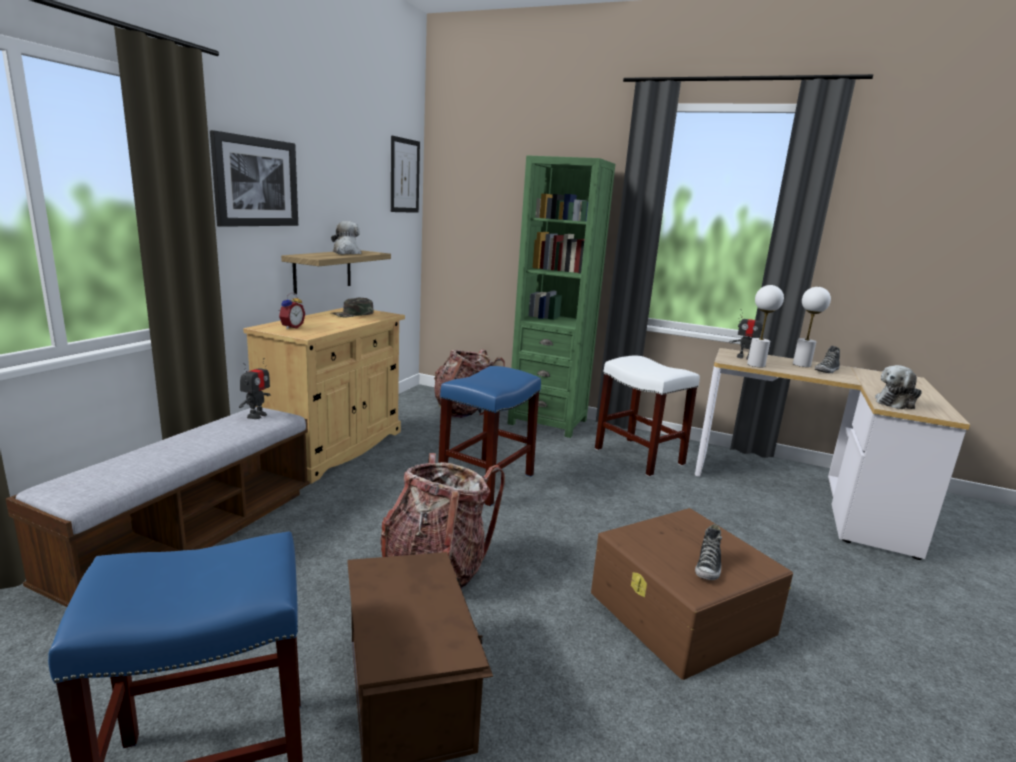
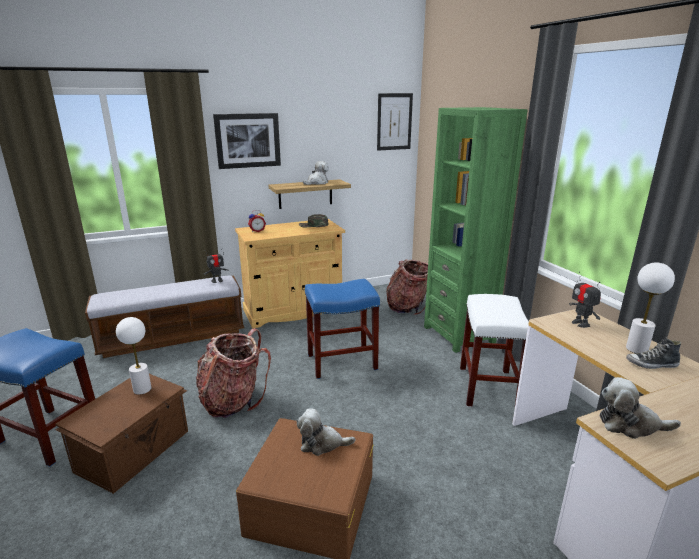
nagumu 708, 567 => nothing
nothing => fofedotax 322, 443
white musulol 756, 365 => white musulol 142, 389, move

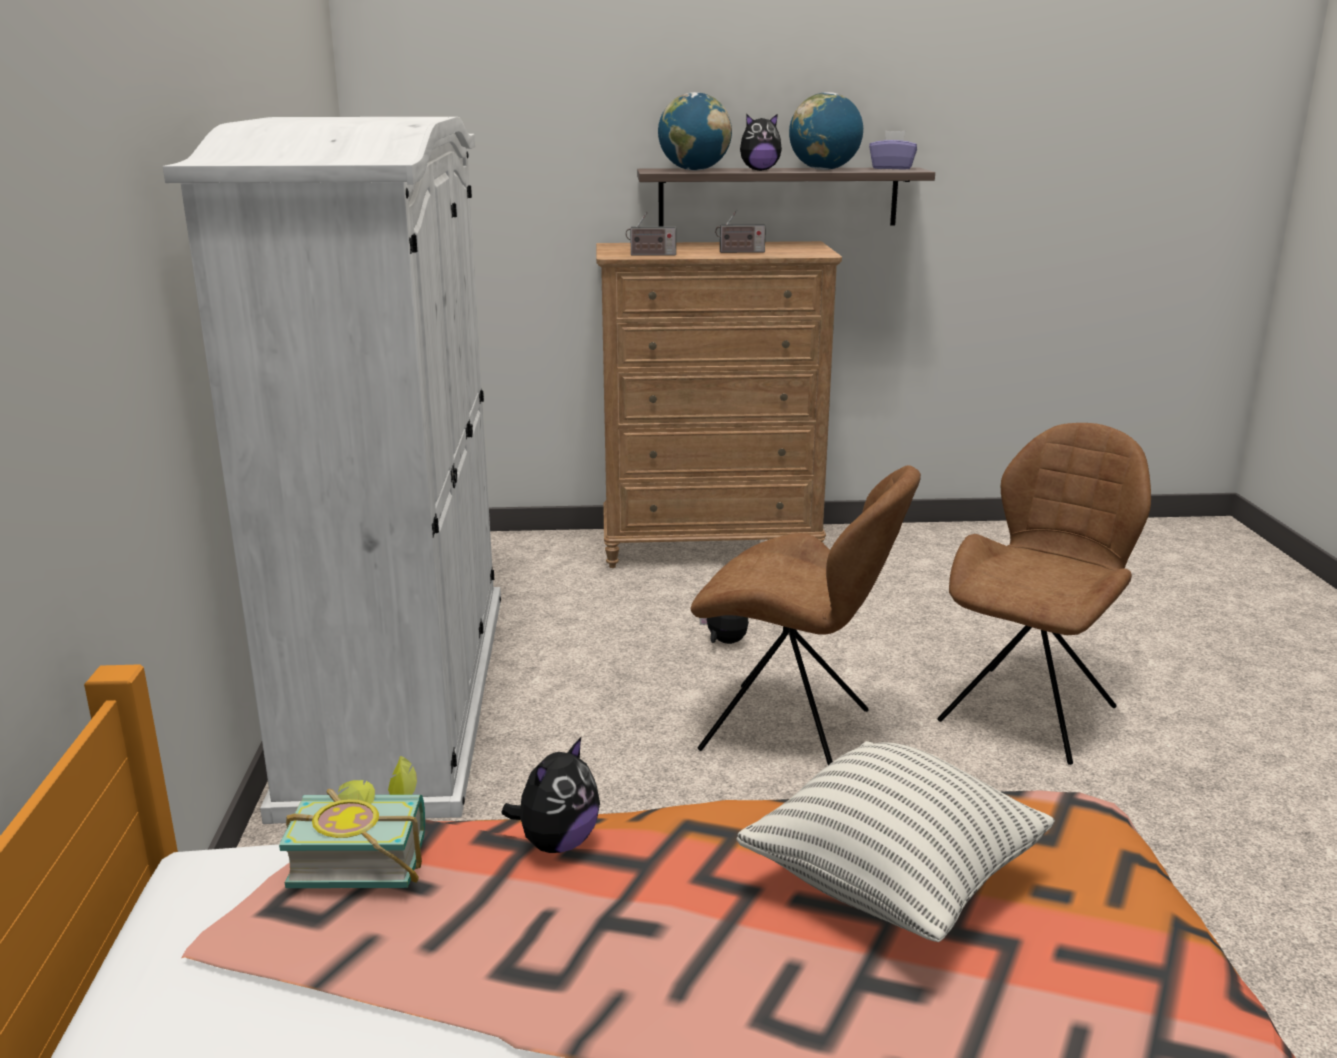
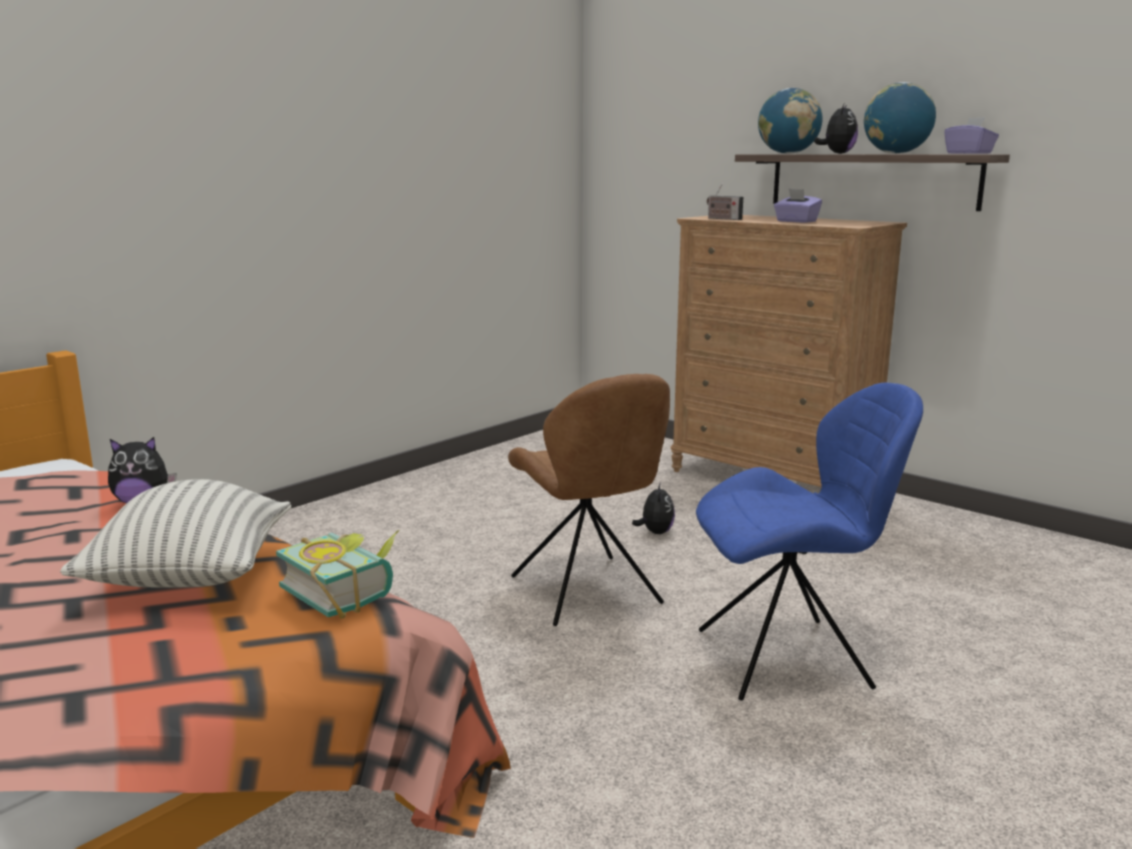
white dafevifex 401, 692 => nothing
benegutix 363, 855 => benegutix 346, 592, move
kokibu 739, 252 => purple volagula 796, 221
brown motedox 1030, 711 => blue motedox 789, 658
fofedotax 759, 170 => fofedotax 837, 153, 105 degrees counterclockwise

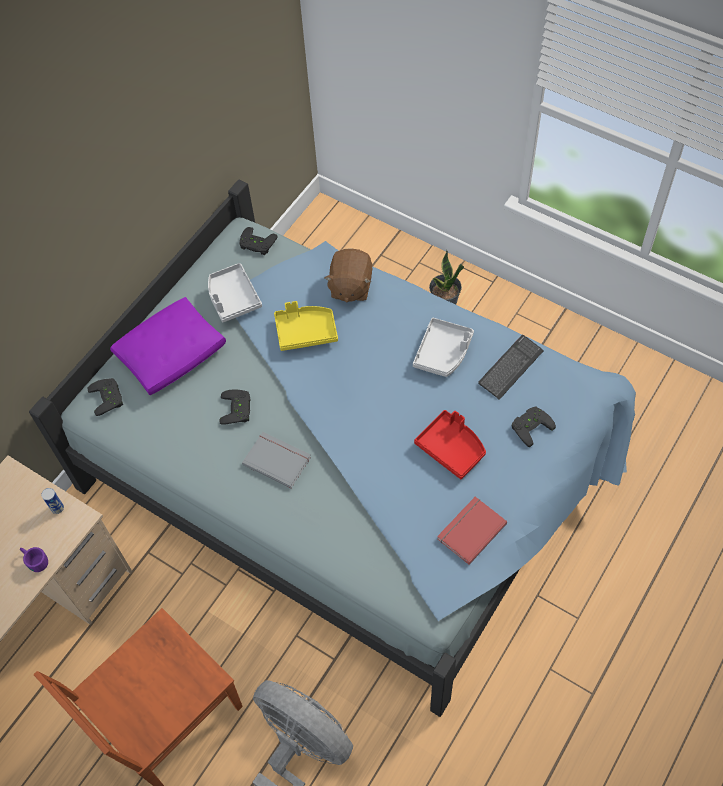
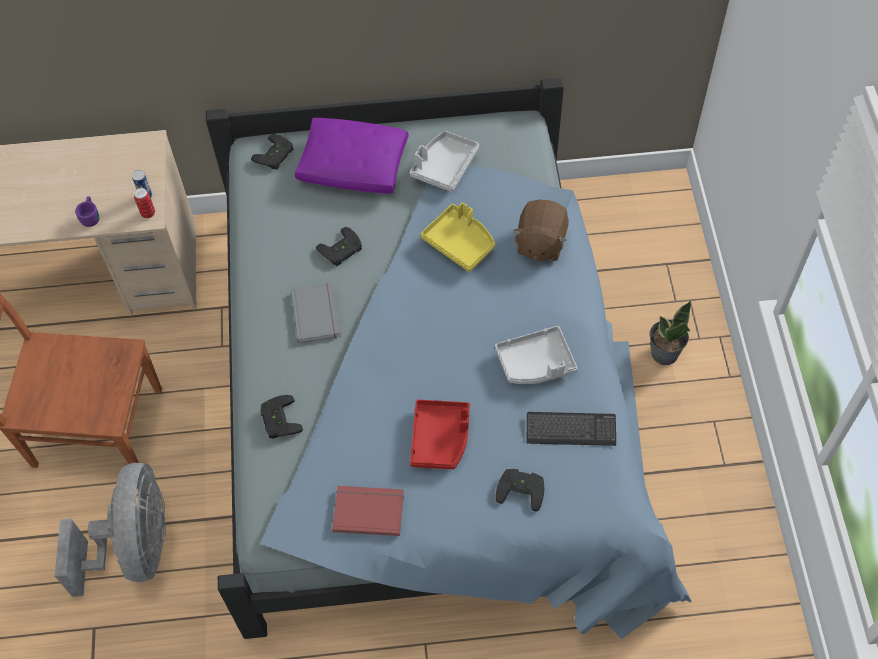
nothing => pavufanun 148, 213
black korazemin 256, 244 => black korazemin 278, 420, move
brown fofedotax 350, 287 => brown fofedotax 540, 243, 45 degrees counterclockwise

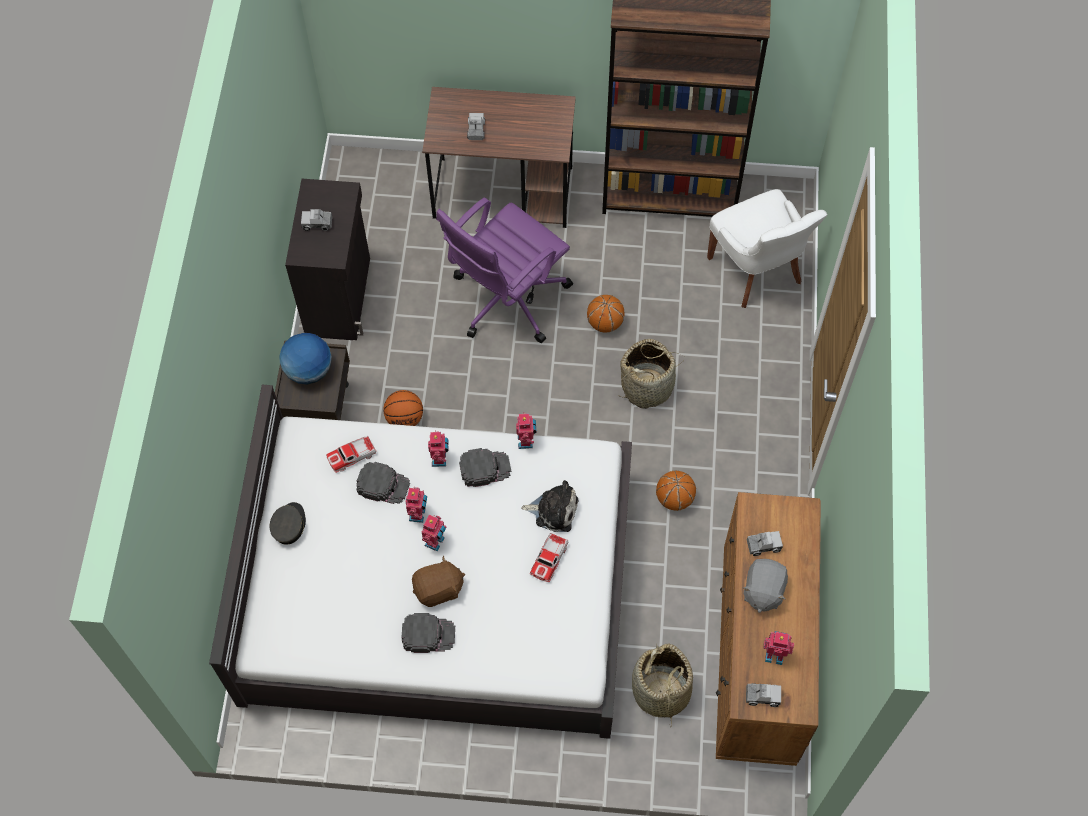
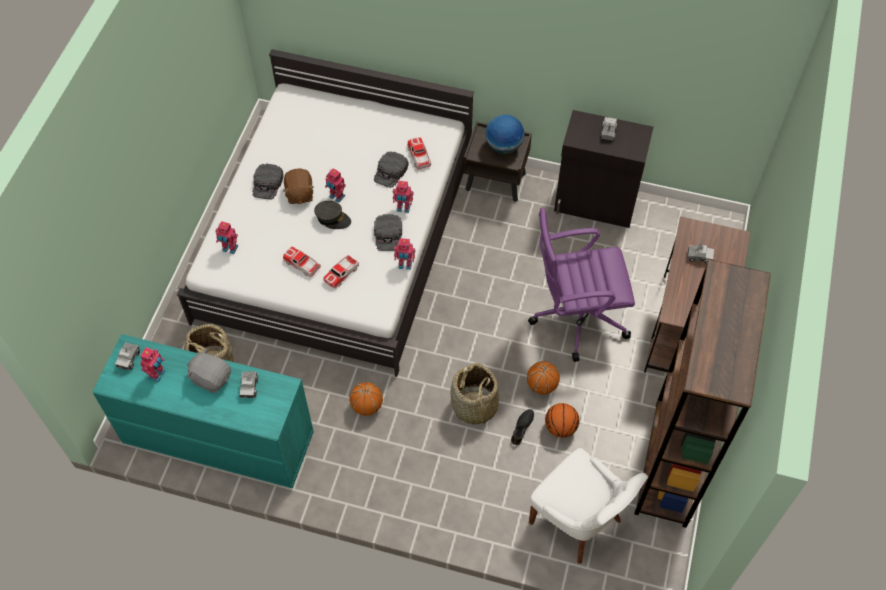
nothing => black nagumu 522, 428
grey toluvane 289, 525 => grey toluvane 332, 218, move
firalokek 404, 418 => firalokek 560, 427, move
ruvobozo 418, 514 => ruvobozo 229, 249, move
fofedotax 553, 510 => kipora 341, 274
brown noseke 758, 656 => turquoise noseke 217, 438
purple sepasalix 507, 299 => purple sepasalix 576, 316, 60 degrees counterclockwise
white motedox 756, 271 => white motedox 577, 522, 120 degrees counterclockwise

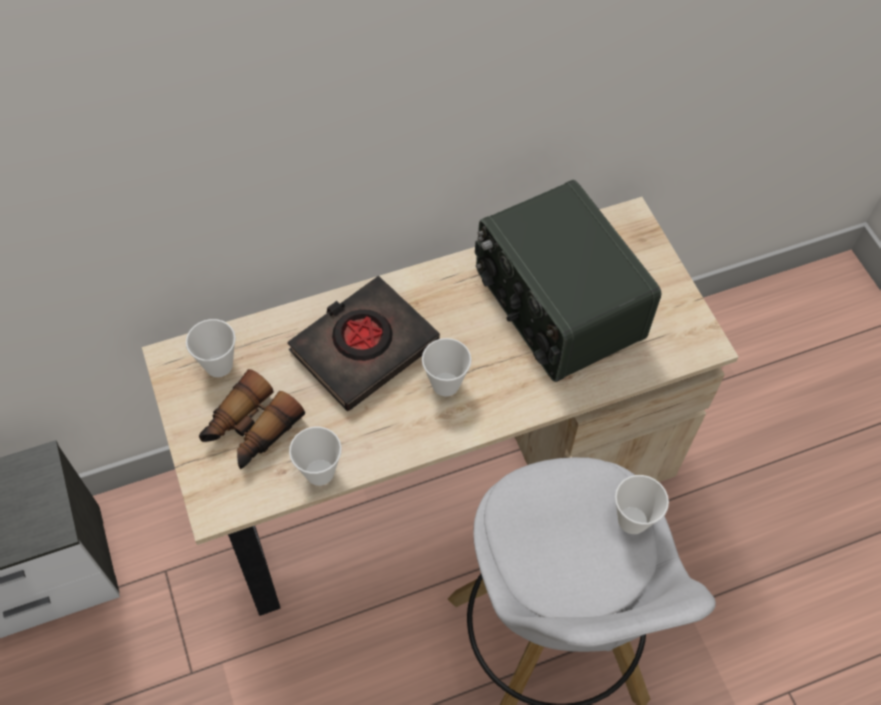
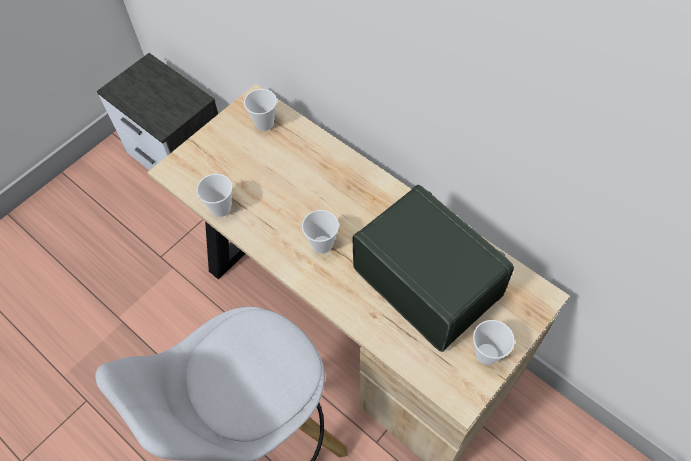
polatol 250, 429 => nothing
black benegutix 364, 347 => nothing
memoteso 632, 520 => memoteso 487, 354, move
kokibu 556, 305 => kokibu 428, 281, 105 degrees clockwise

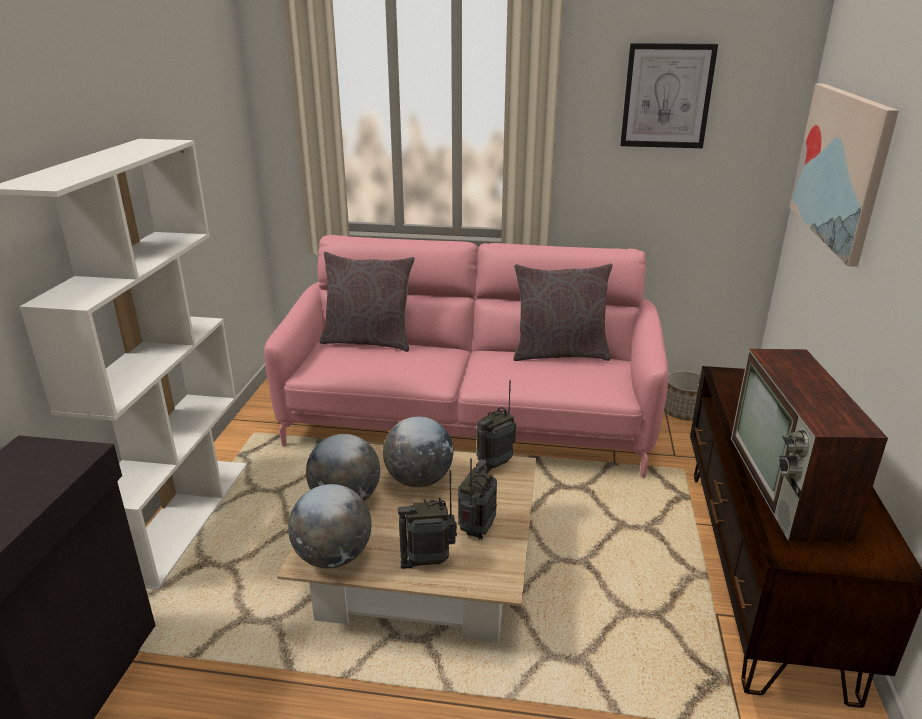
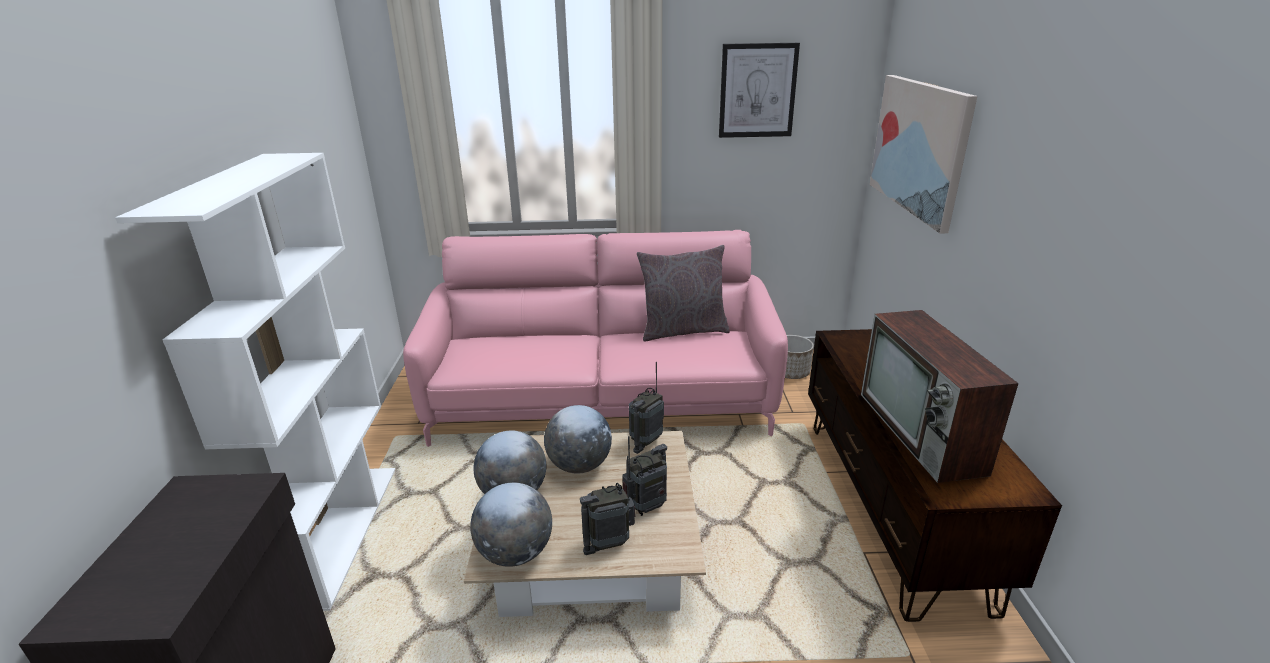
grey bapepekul 368, 341 => nothing
kokibu 477, 530 => kokibu 647, 507, 45 degrees clockwise

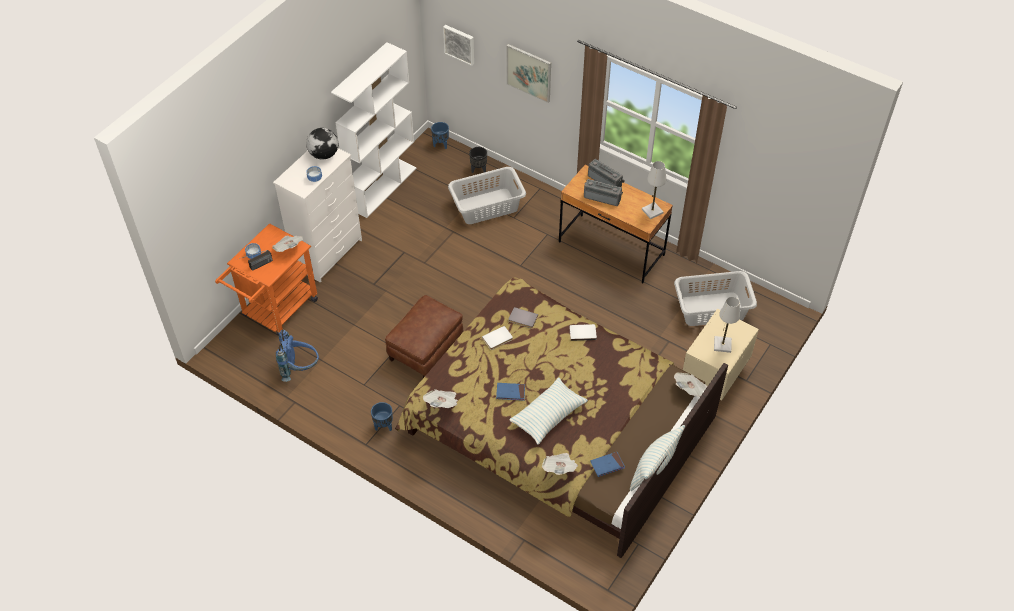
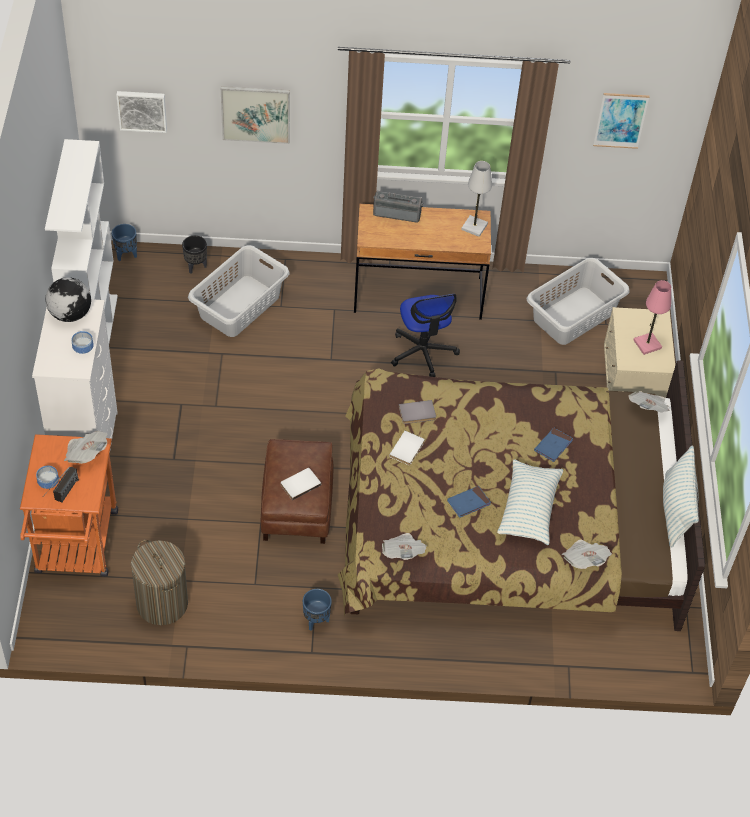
kokibu 602, 197 => nothing
nothing => sepasalix 423, 352
nothing => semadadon 620, 120
white benegutix 582, 332 => white benegutix 299, 484, move
blue benegutix 607, 465 => blue benegutix 553, 446, move
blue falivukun 300, 369 => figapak 162, 603
white musulol 722, 345 => pink musulol 647, 344

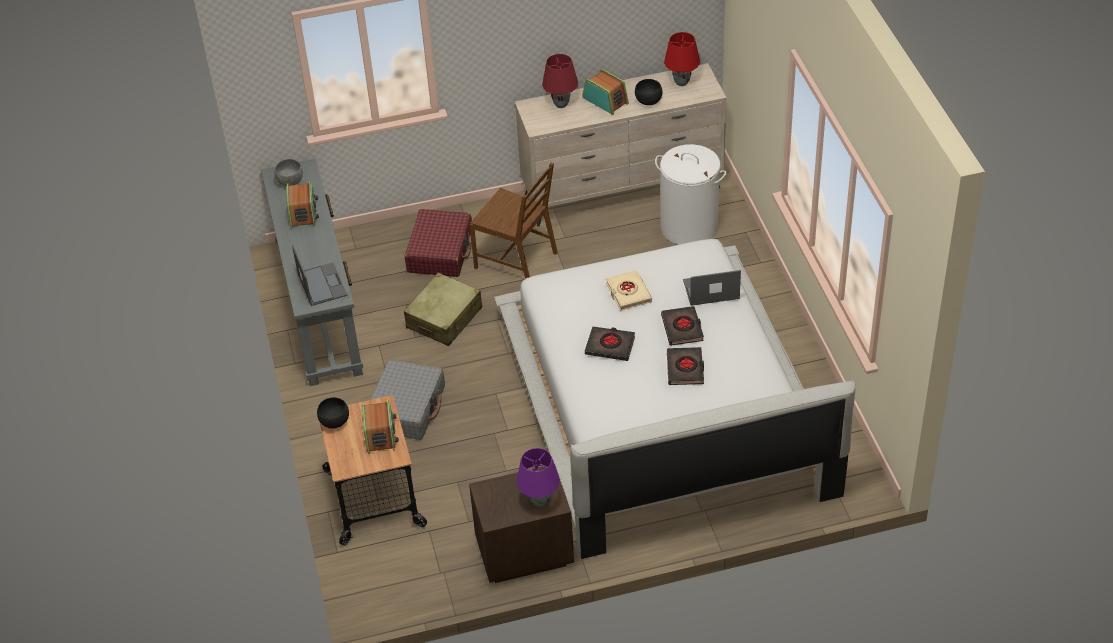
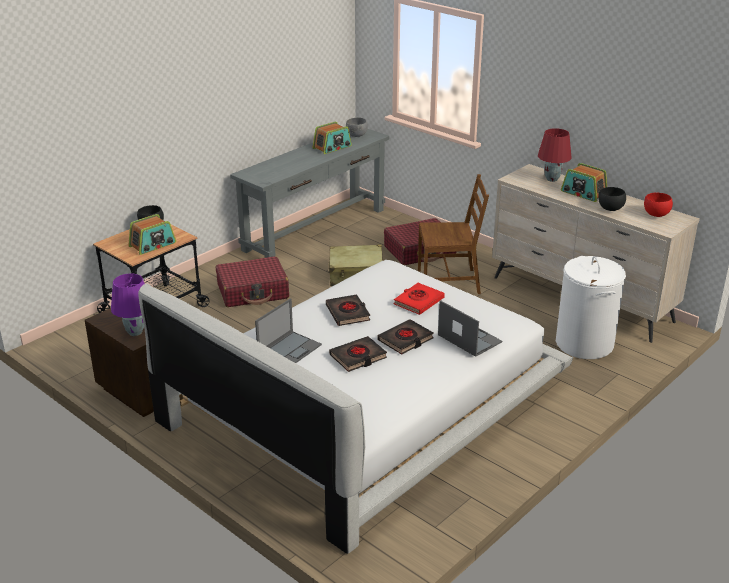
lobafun 321, 284 => lobafun 289, 349, move
red musulol 681, 83 => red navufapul 655, 215
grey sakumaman 407, 408 => red sakumaman 253, 291
beige benegutix 628, 293 => red benegutix 418, 301
brown motedox 517, 260 => brown motedox 449, 282, 90 degrees counterclockwise
kokibu 605, 100 => kokibu 583, 193, 120 degrees clockwise

